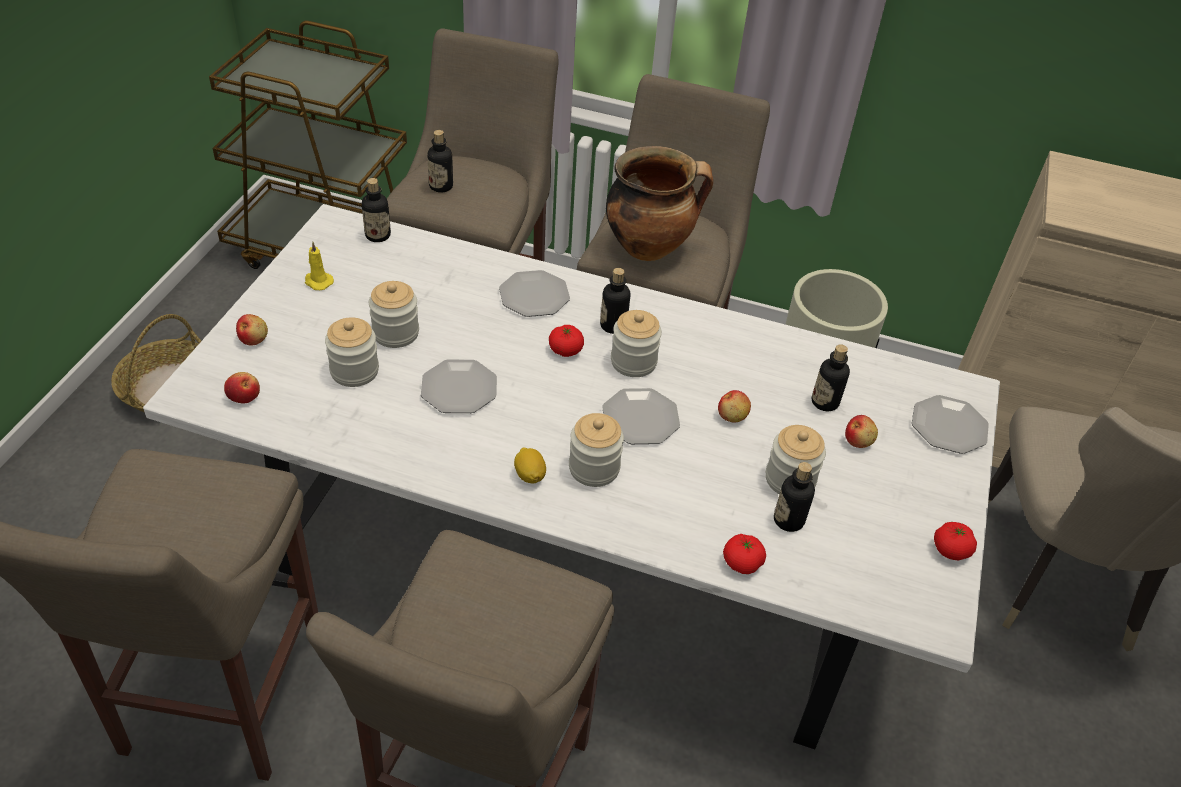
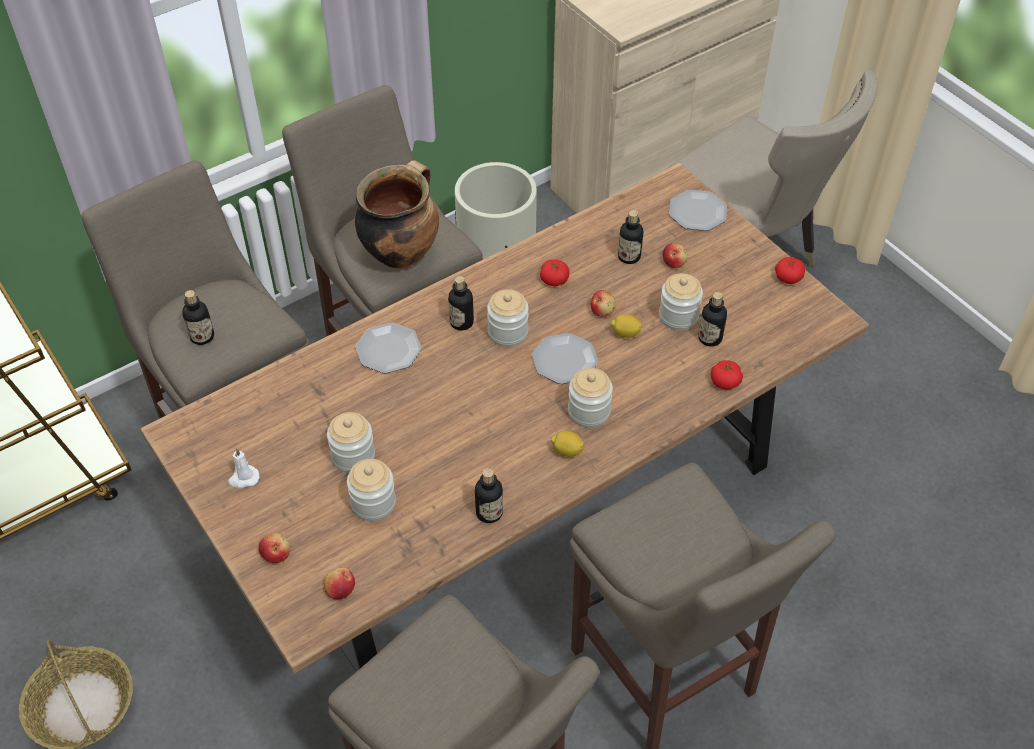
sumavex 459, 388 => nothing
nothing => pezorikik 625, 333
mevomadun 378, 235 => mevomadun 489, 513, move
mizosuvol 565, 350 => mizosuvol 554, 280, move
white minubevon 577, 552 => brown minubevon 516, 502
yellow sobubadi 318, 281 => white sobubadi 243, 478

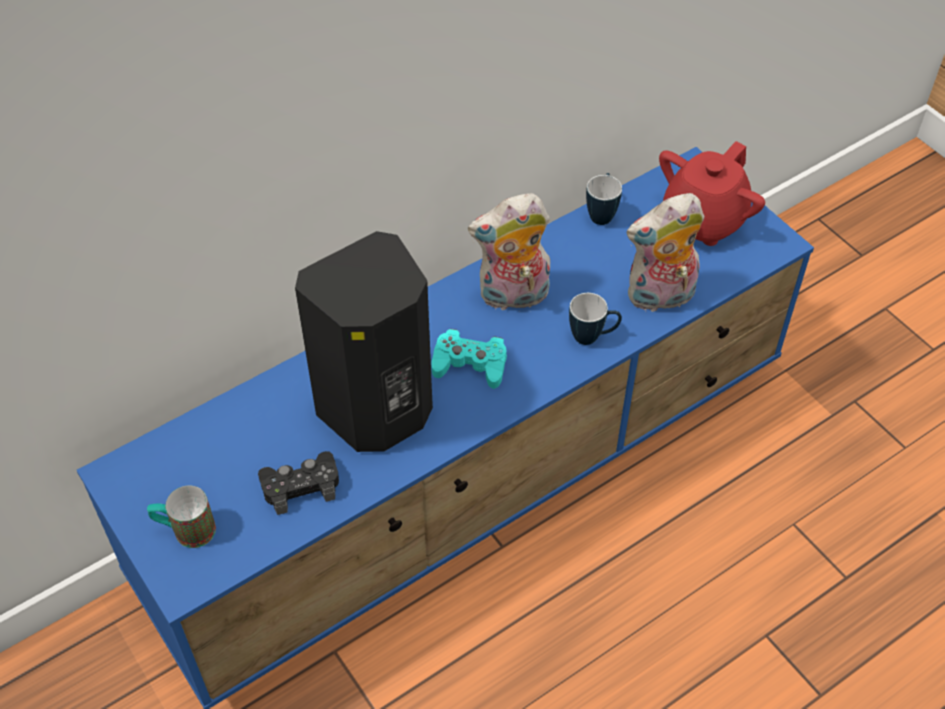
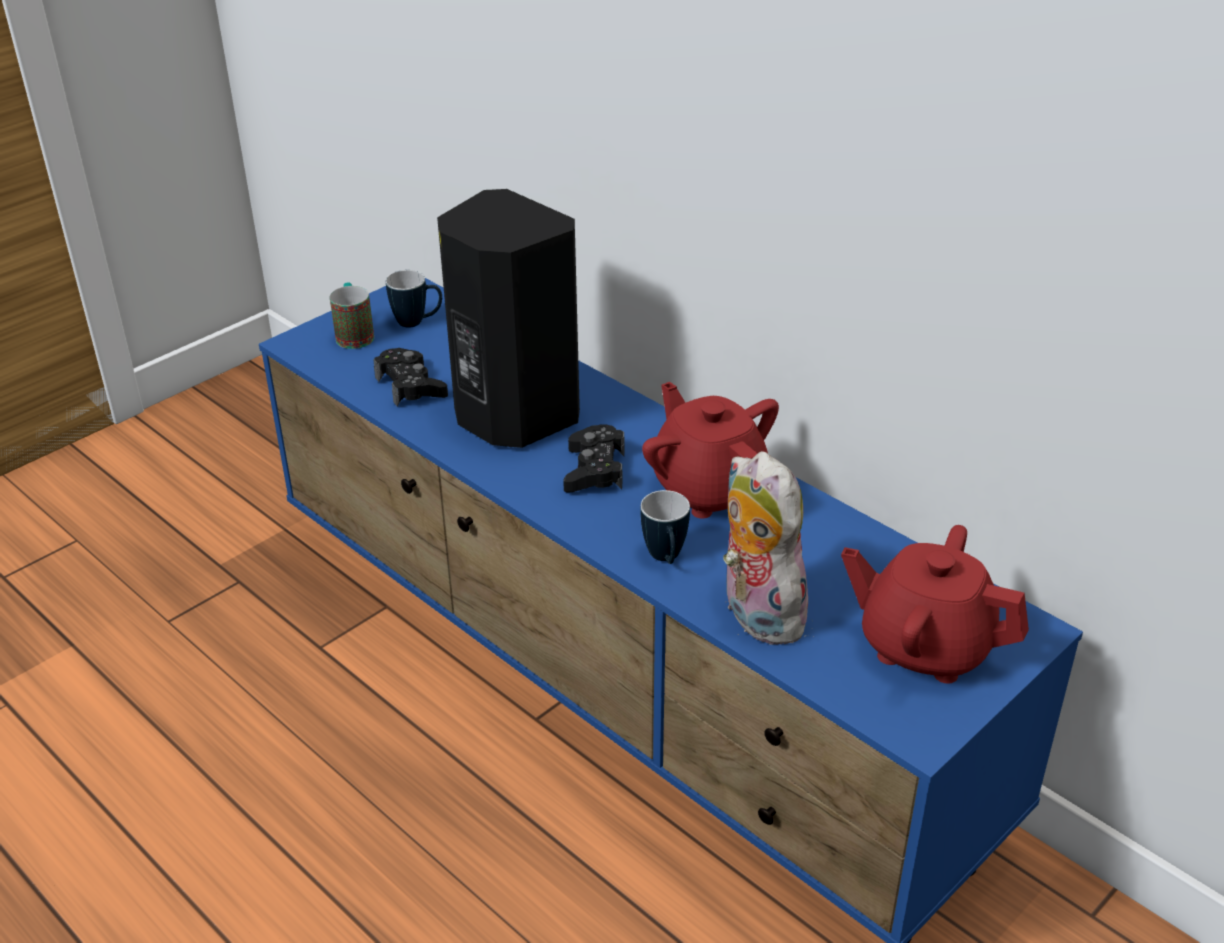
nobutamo 602, 213 => nobutamo 417, 322, move
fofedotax 513, 297 => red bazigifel 709, 489
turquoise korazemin 470, 364 => black korazemin 594, 470

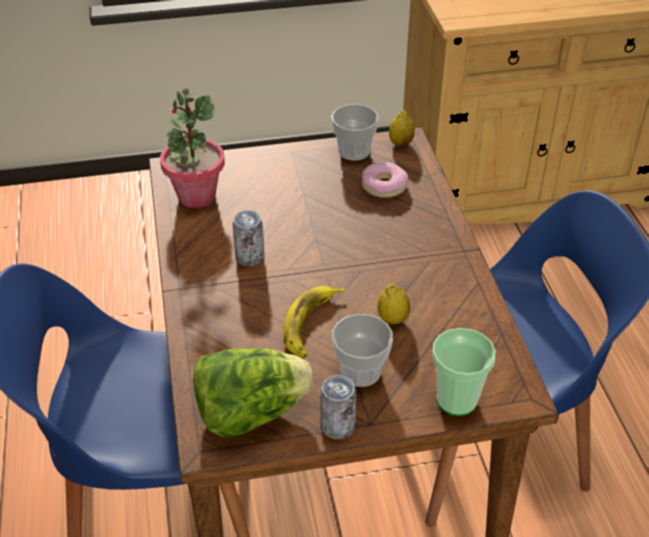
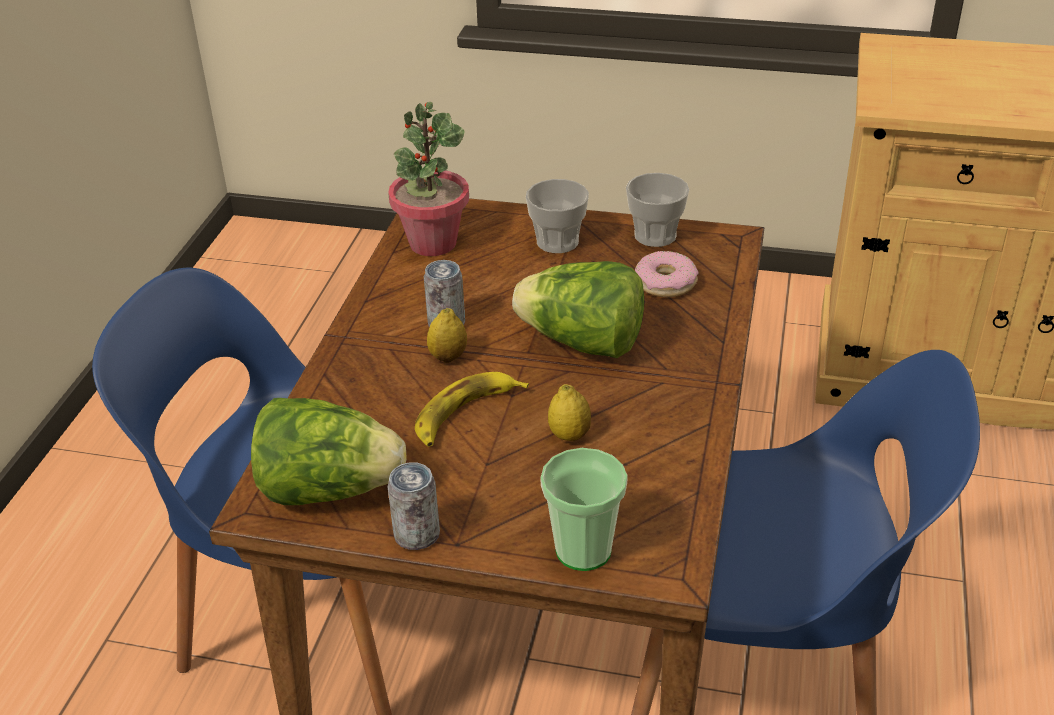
nothing => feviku 582, 343
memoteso 360, 371 => memoteso 557, 242, move
pezorikik 401, 143 => pezorikik 448, 357, move

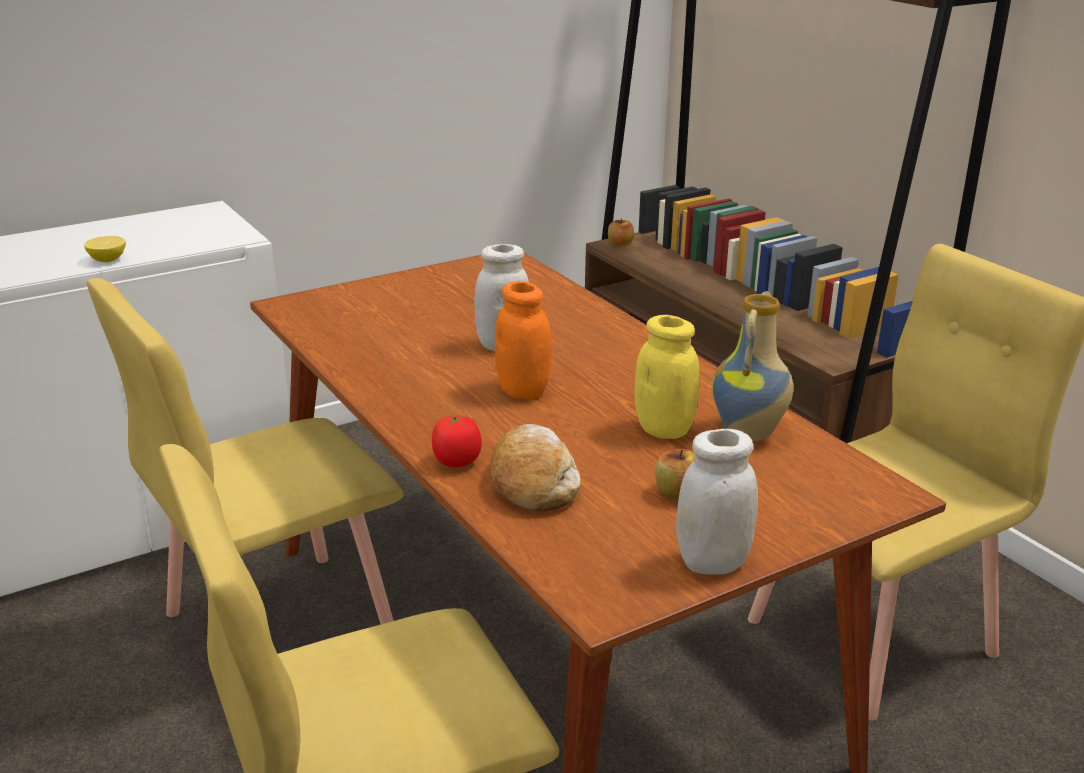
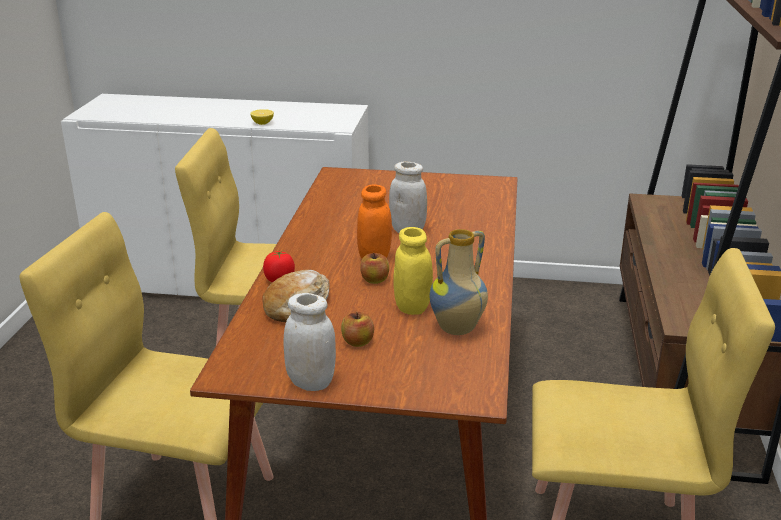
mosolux 620, 245 => mosolux 375, 280, move

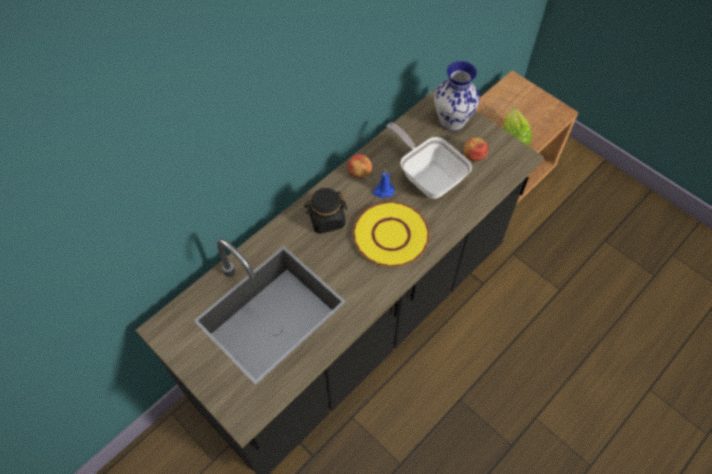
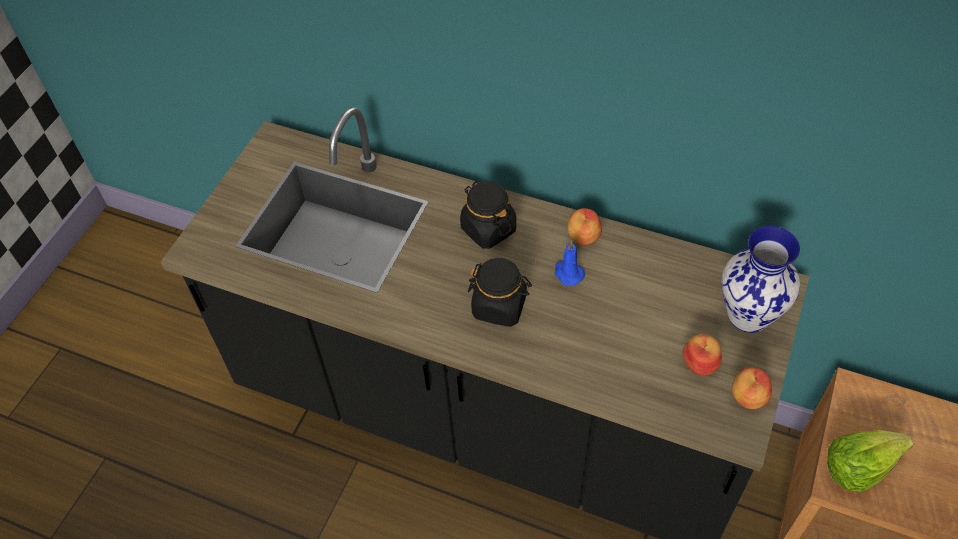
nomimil 428, 177 => nothing
nothing => mosolux 747, 397
yellow sumavex 391, 235 => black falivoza 499, 306

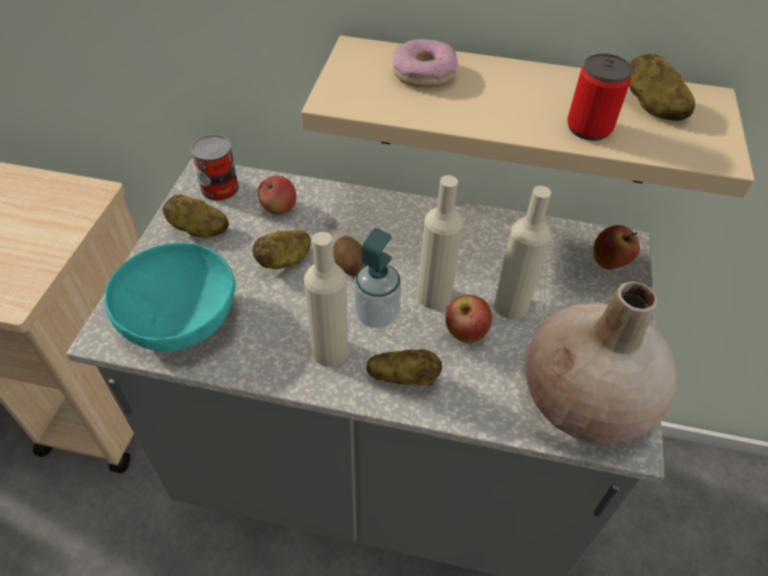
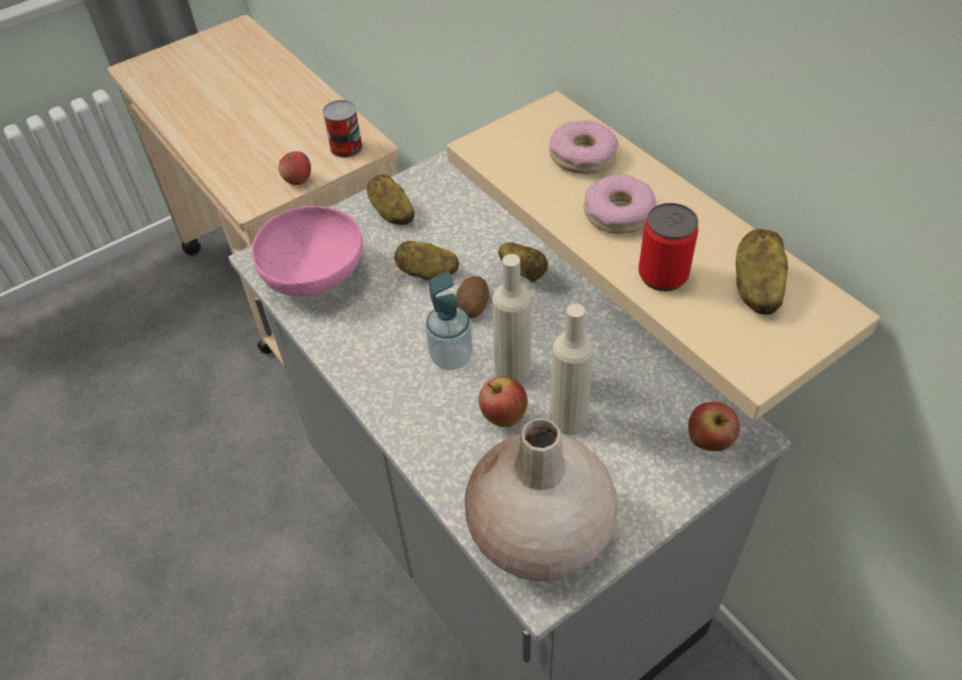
beige mevomadun 330, 351 => nothing
nothing => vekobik 617, 213
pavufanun 220, 188 => pavufanun 346, 147, move
mosolux 279, 208 => mosolux 298, 180, move
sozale 403, 377 => sozale 523, 272, move
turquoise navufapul 182, 319 => pink navufapul 315, 276

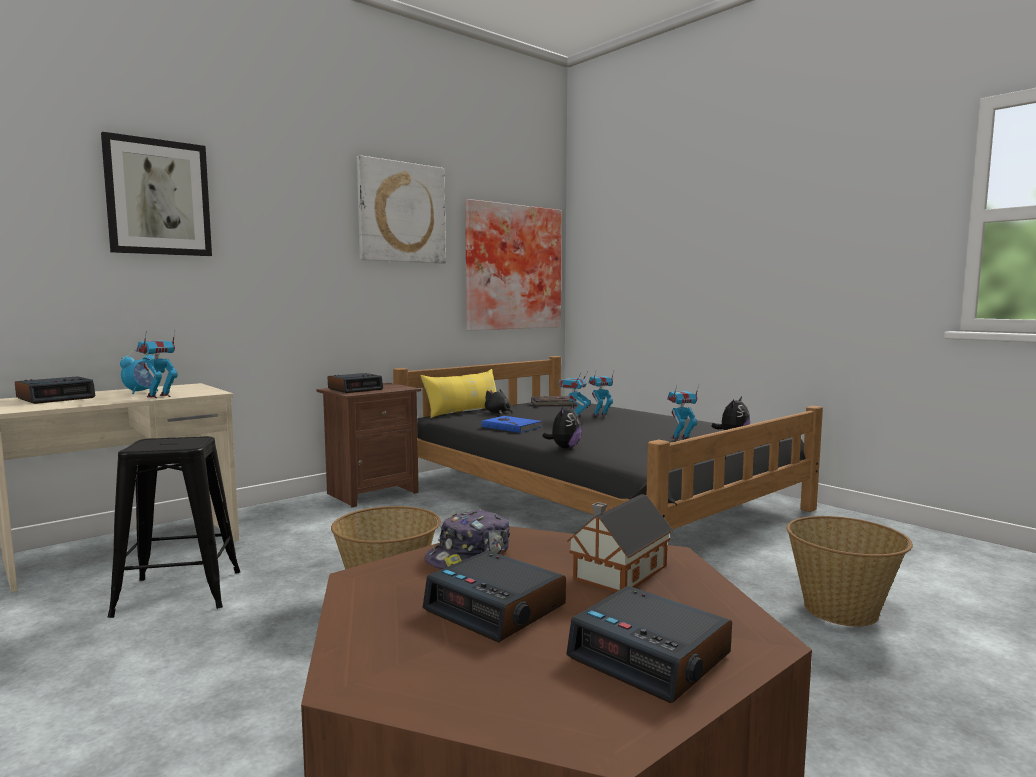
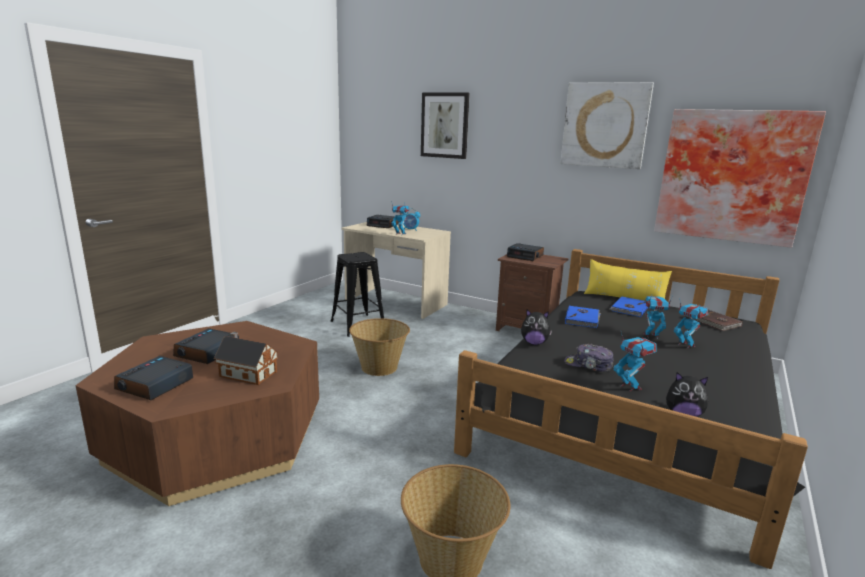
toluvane 469, 555 => toluvane 588, 365, move
black fofedotax 498, 413 => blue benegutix 629, 308

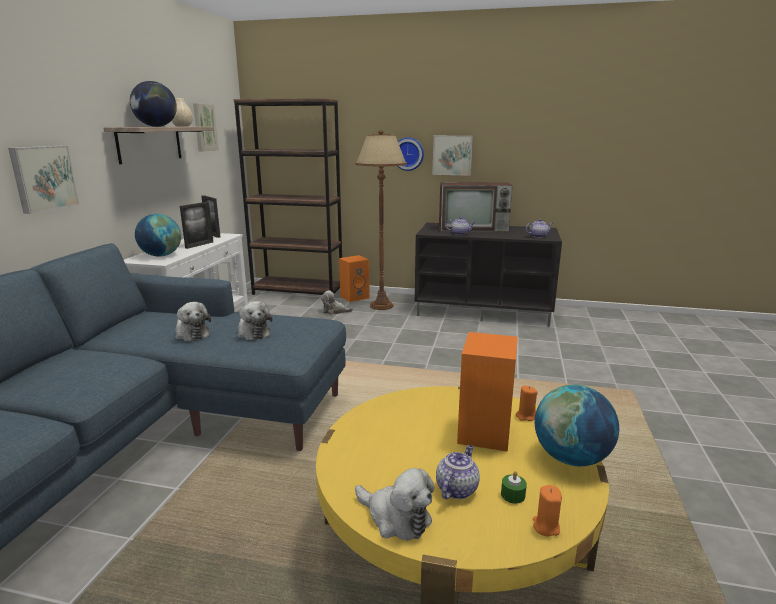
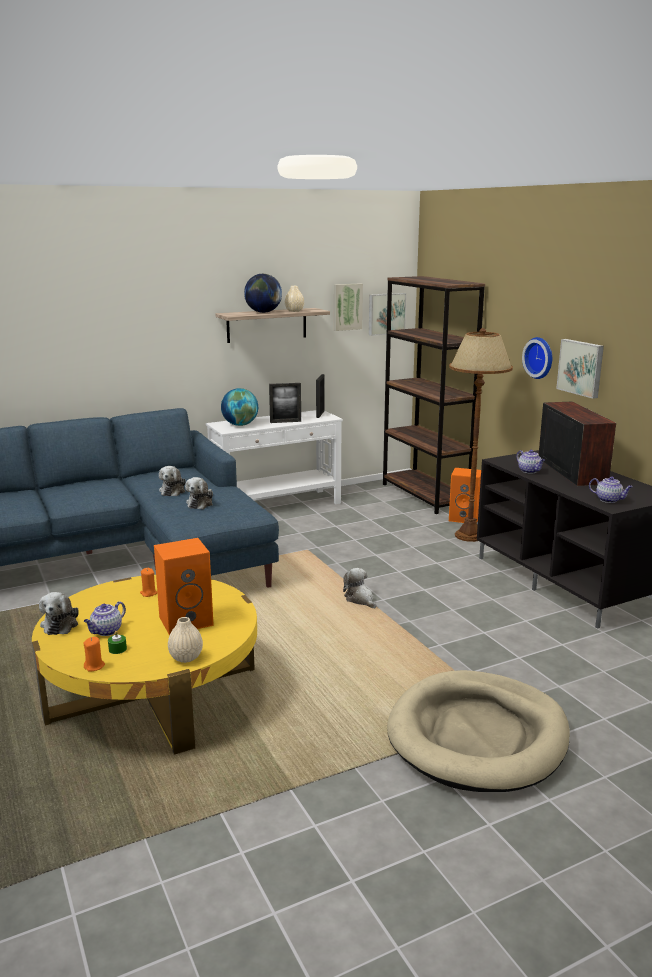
nothing => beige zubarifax 478, 736
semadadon 43, 178 => semadadon 386, 313, move
fofedotax 335, 311 => fofedotax 360, 599, move
orange sobubadi 526, 416 => orange sobubadi 148, 593, move
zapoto 571, 458 => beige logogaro 186, 657
bazigifel 456, 488 => bazigifel 106, 631, 135 degrees clockwise
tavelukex 474, 229 => tavelukex 570, 470, 150 degrees counterclockwise

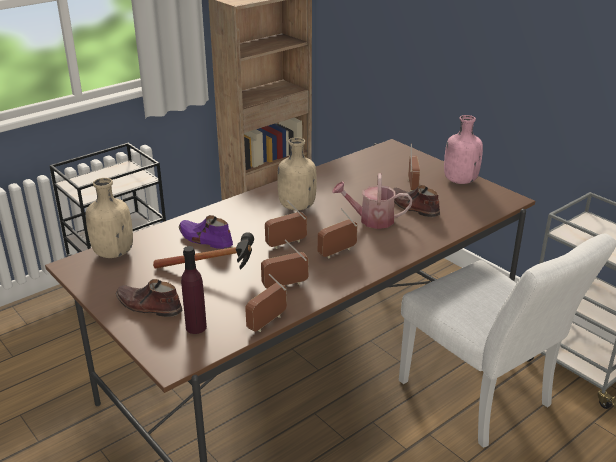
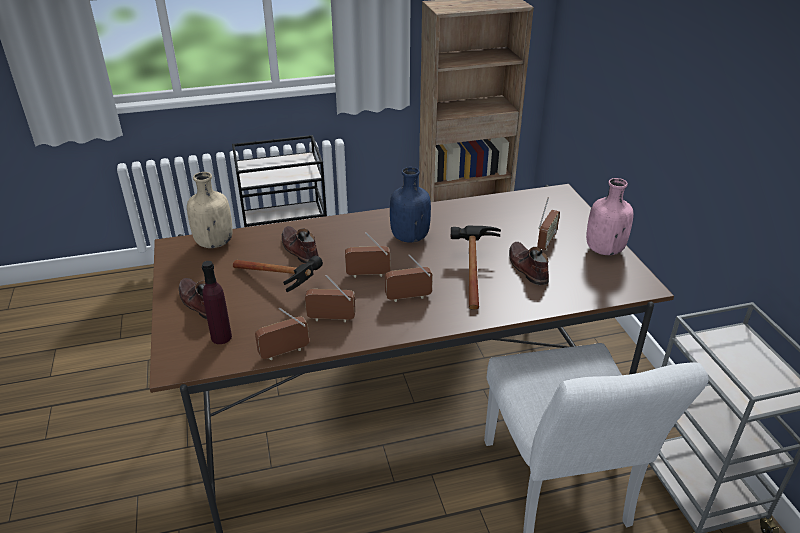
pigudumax 371, 220 => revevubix 471, 271
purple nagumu 205, 239 => brown nagumu 299, 250
beige mevomadun 296, 206 => blue mevomadun 409, 237

